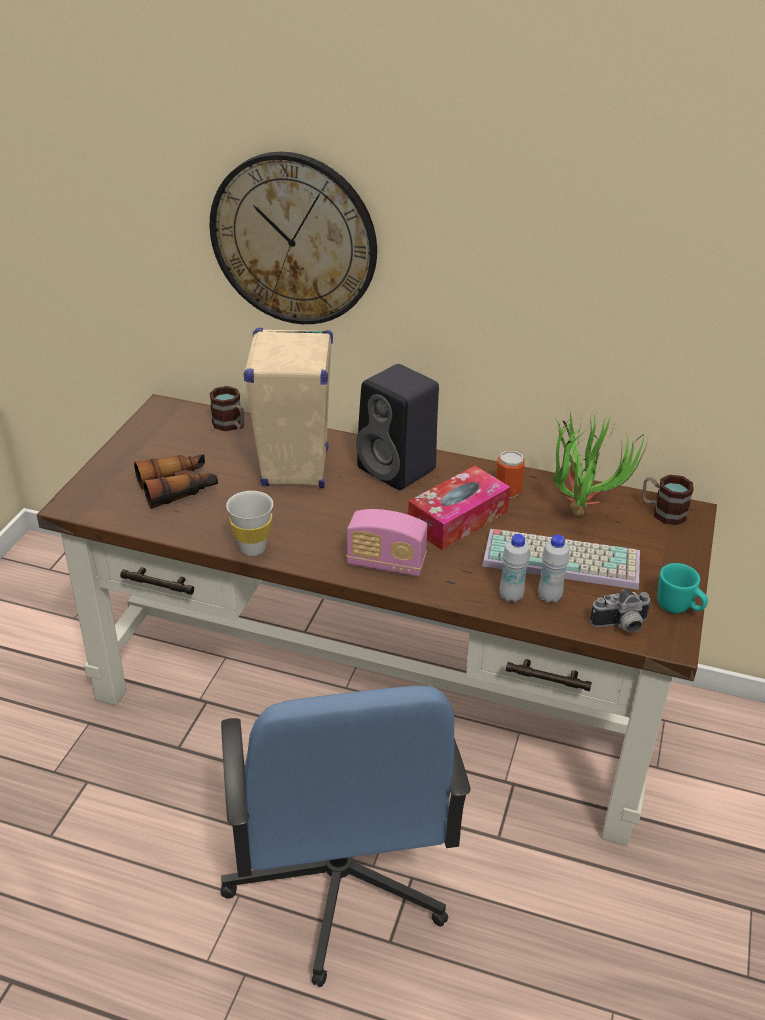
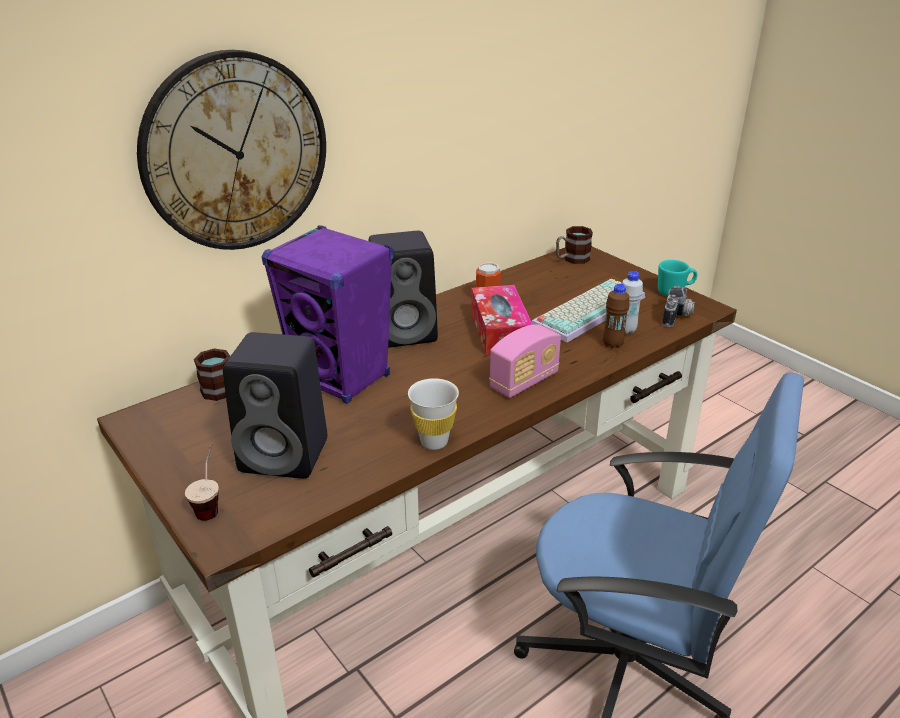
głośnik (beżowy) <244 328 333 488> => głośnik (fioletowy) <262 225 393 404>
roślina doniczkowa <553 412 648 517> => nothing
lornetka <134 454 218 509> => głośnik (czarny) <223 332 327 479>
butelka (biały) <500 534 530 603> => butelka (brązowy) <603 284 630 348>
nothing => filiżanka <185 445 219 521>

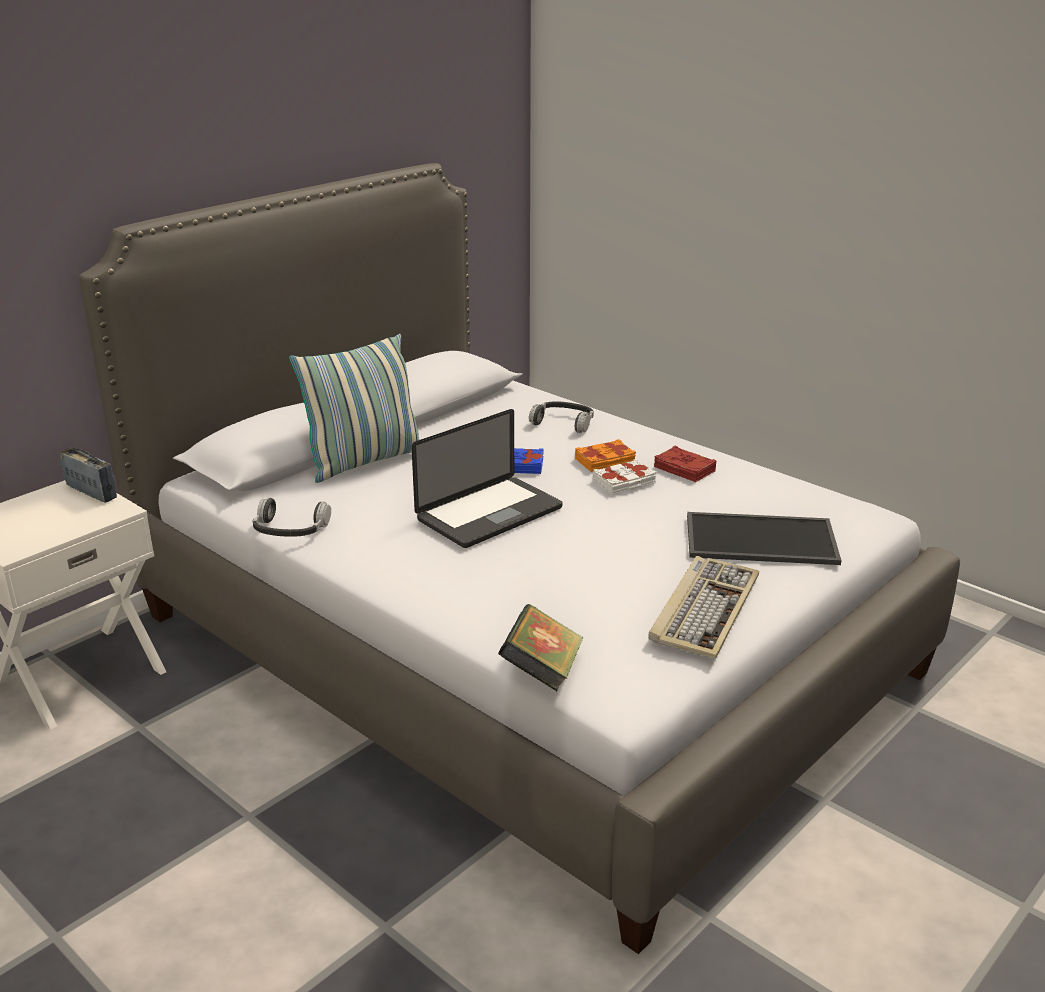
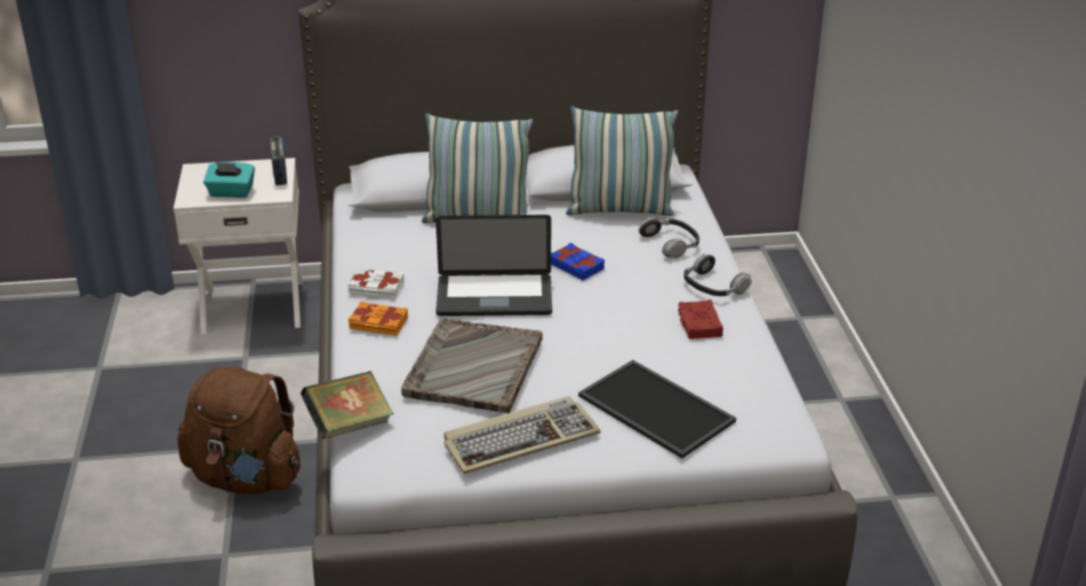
książka (pomarańczowy) <575 439 636 472> => książka (pomarańczowy) <348 301 408 336>, relocated
książka (biały) <593 459 656 495> => książka (biały) <348 268 404 299>, relocated
słuchawki <253 498 331 537> => słuchawki <684 254 751 296>, relocated
nothing => poduszka <566 106 678 216>
nothing => pudełko chusteczek (turkusowy) <203 162 255 198>
nothing => taca (szary) <401 318 543 413>
nothing => plecak (brązowy) <177 366 300 494>

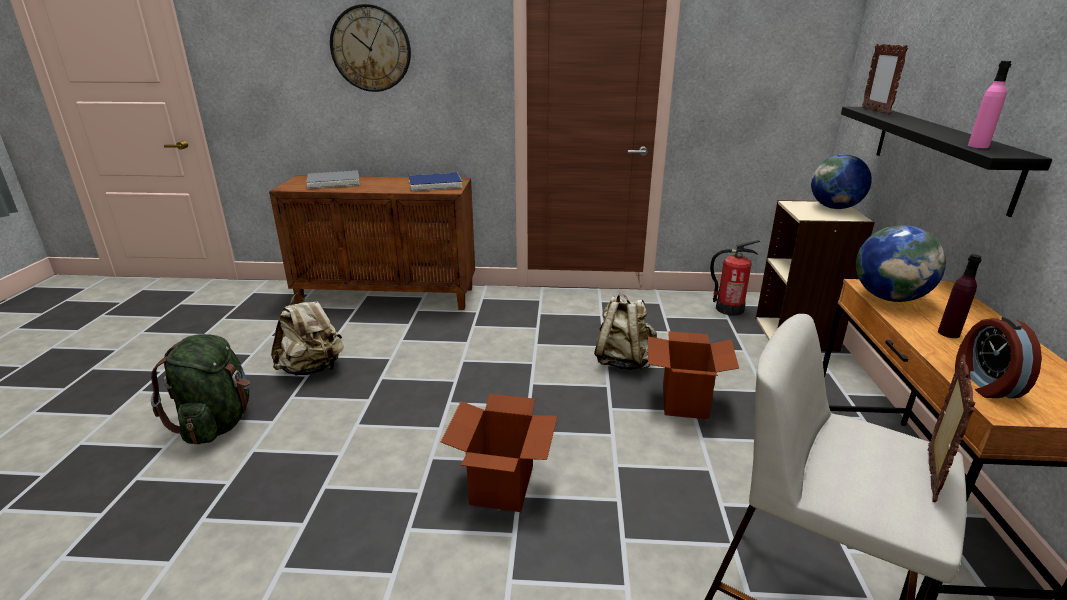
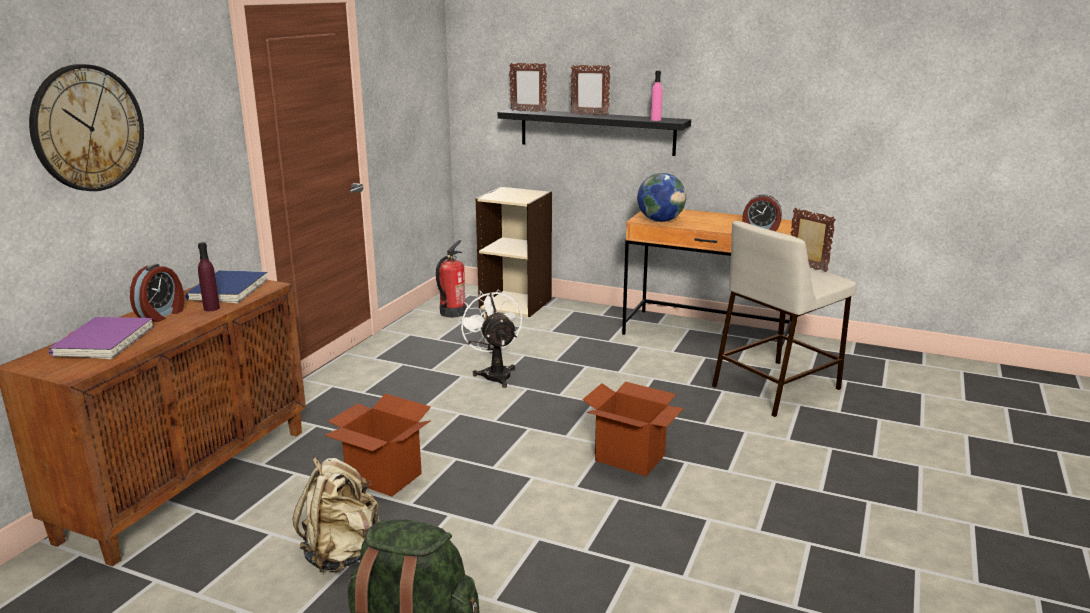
globus <811 154 872 209> => nothing
książka (szary) <306 170 360 189> => książka (fioletowy) <48 317 153 359>
butelka (fioletowy) <938 254 982 338> => butelka (fioletowy) <198 242 220 311>, relocated
plecak (beżowy) <594 293 657 370> => wentylator (biały) <458 289 522 388>
karton <648 331 739 420> => karton <324 394 431 497>, relocated
nothing => ramka na zdjęcie <571 65 611 116>
nothing => budzik <130 264 184 322>

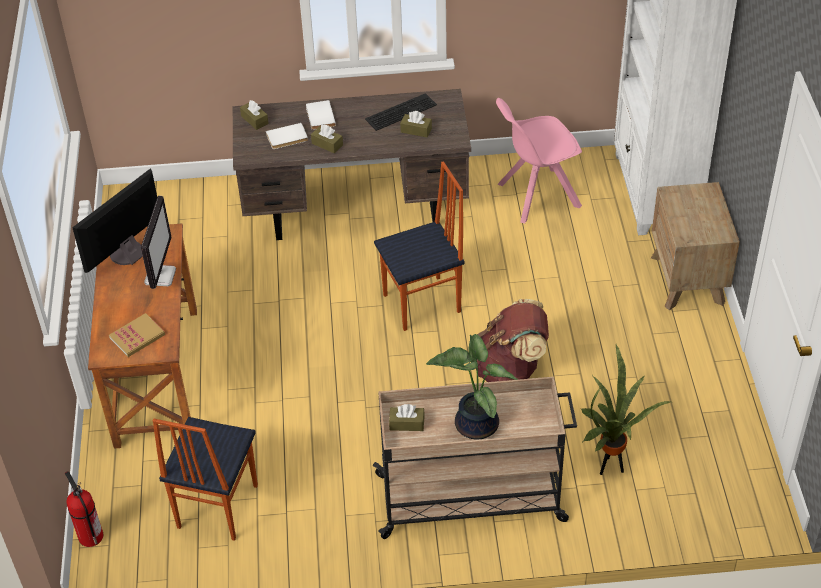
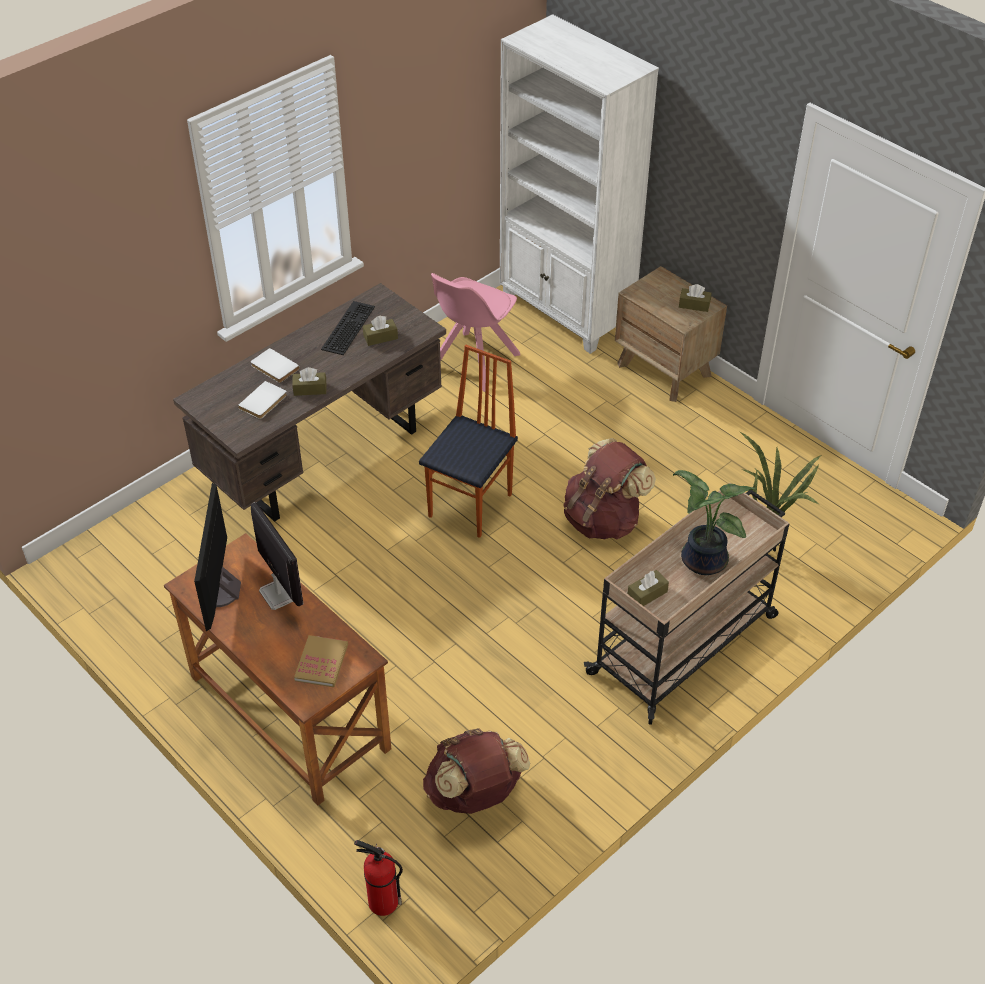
pudełko chusteczek (brązowy) <240 100 269 130> => pudełko chusteczek (brązowy) <679 284 711 312>, relocated
krzesło <153 417 258 541> => plecak (brązowy) <423 728 530 814>

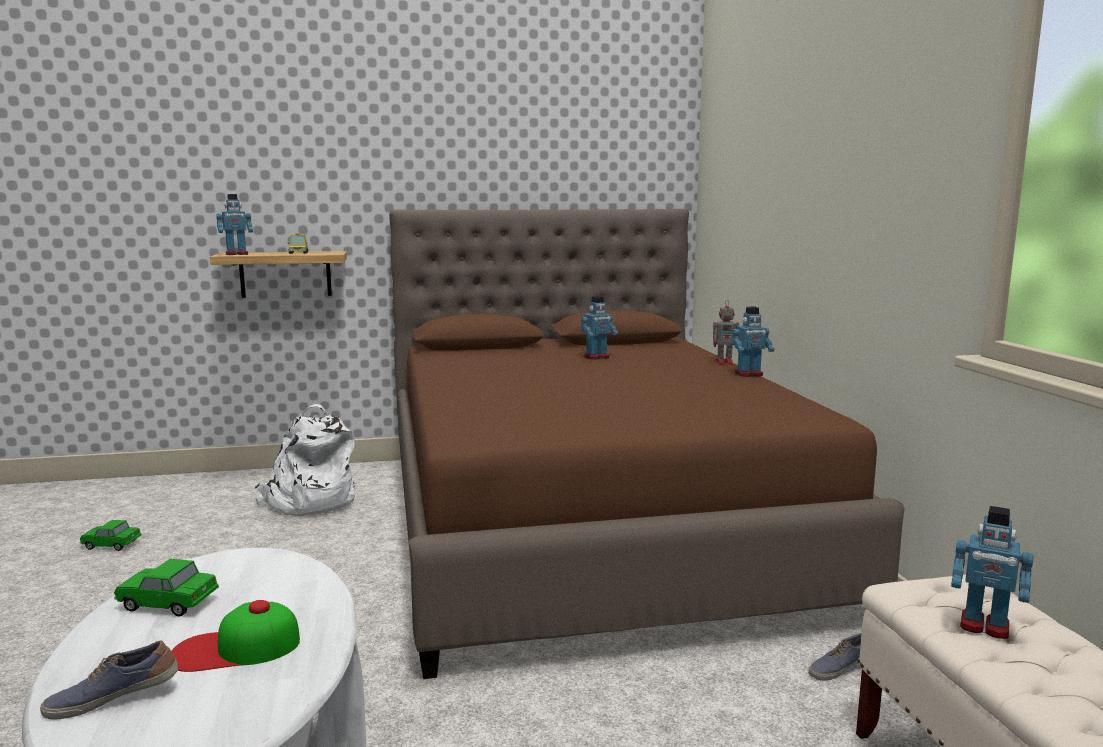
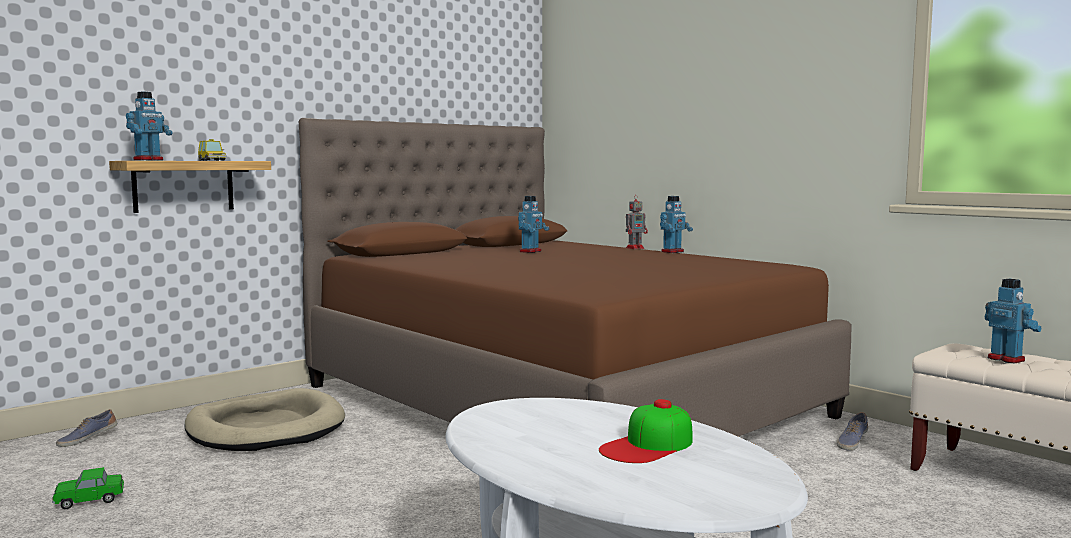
plecak (biały) <255 404 355 516> => legowisko (beżowy) <185 388 345 451>
robot zabawkowy <951 506 1034 639> => robot zabawkowy <985 279 1041 363>, 120 degrees counterclockwise
samochodzik <114 559 219 616> => nothing
but <40 640 178 720> => but <56 409 117 447>, relocated

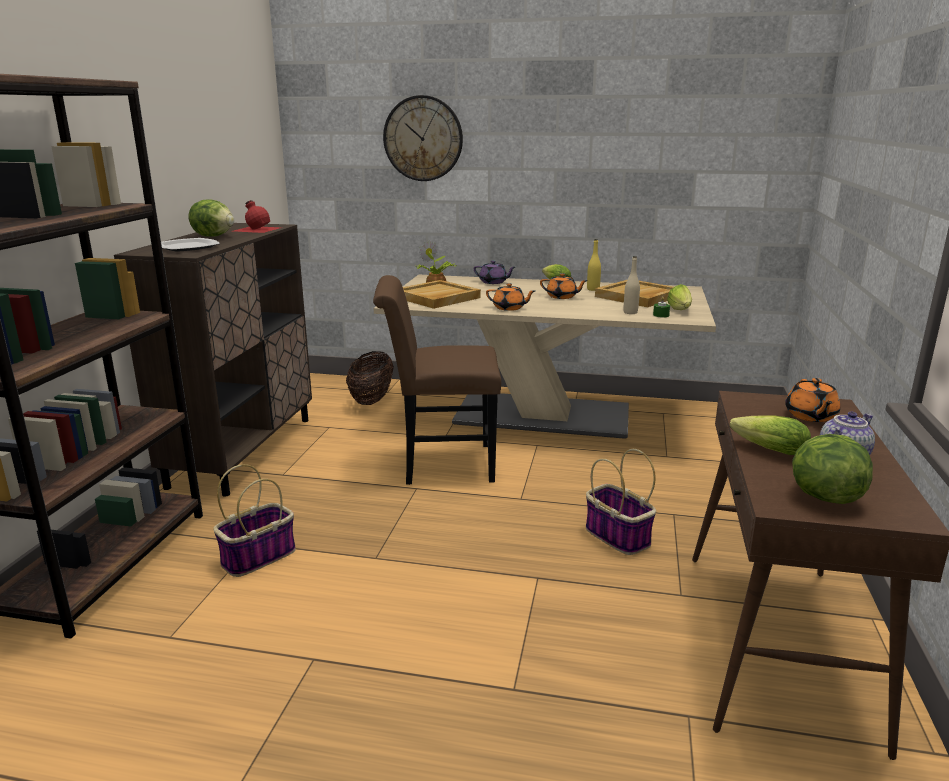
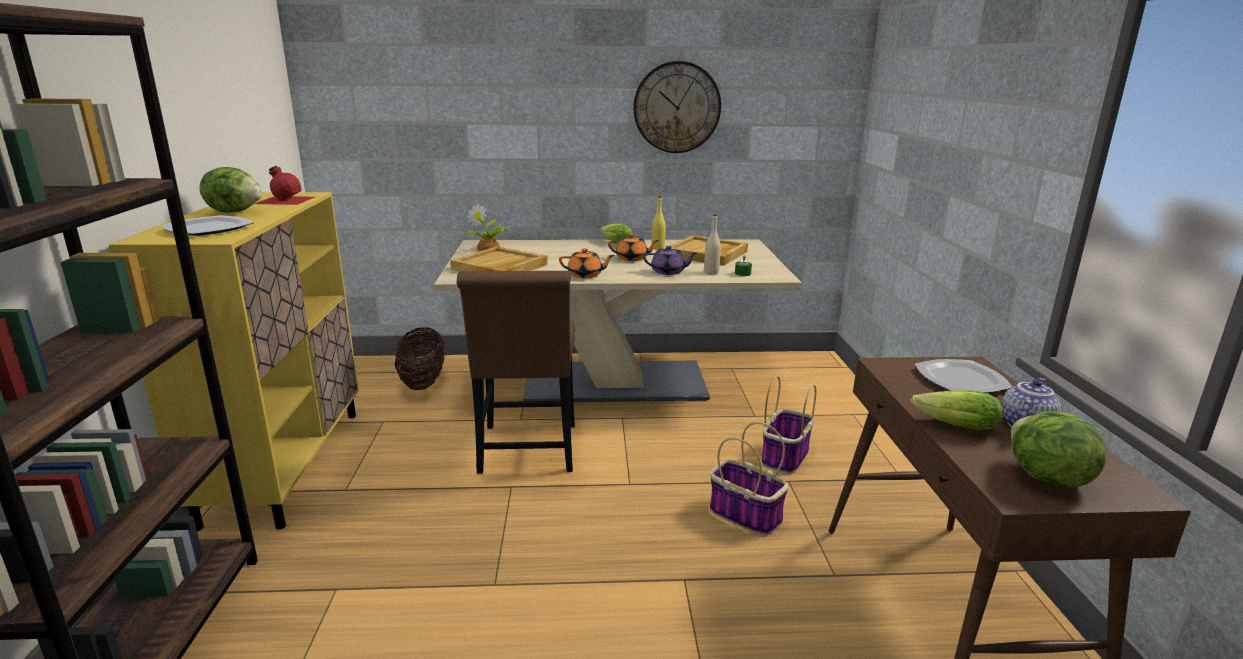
zegar ścienny <383 95 463 181> => zegar ścienny <633 61 721 153>, relocated
szafka (brązowy) <114 223 312 497> => szafka (żółty) <109 192 359 531>
imbryk (fioletowy) <474 260 515 284> => imbryk (fioletowy) <643 246 697 275>, relocated
krzesło (brązowy) <373 275 501 485> => krzesło (brązowy) <457 271 575 474>, 75 degrees counterclockwise
sałata <667 284 692 310> => nothing
imbryk (pomarańczowy) <785 378 840 422> => talerz <915 359 1012 393>
koszyk <213 464 296 577> => koszyk <761 376 816 474>, relocated

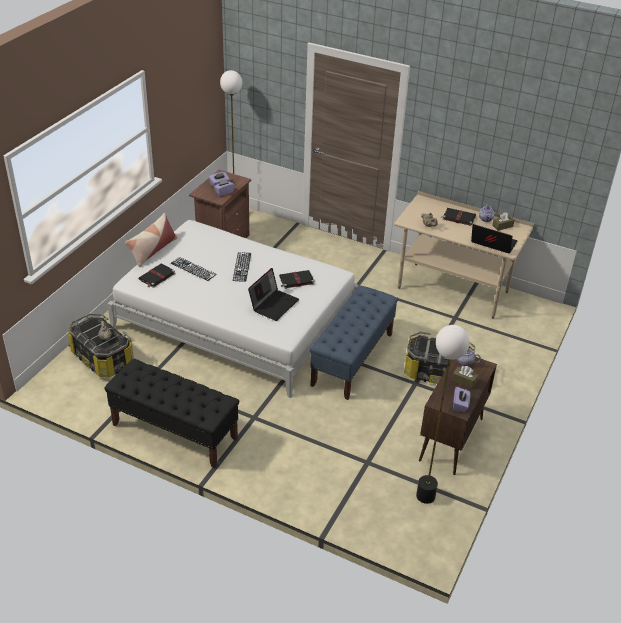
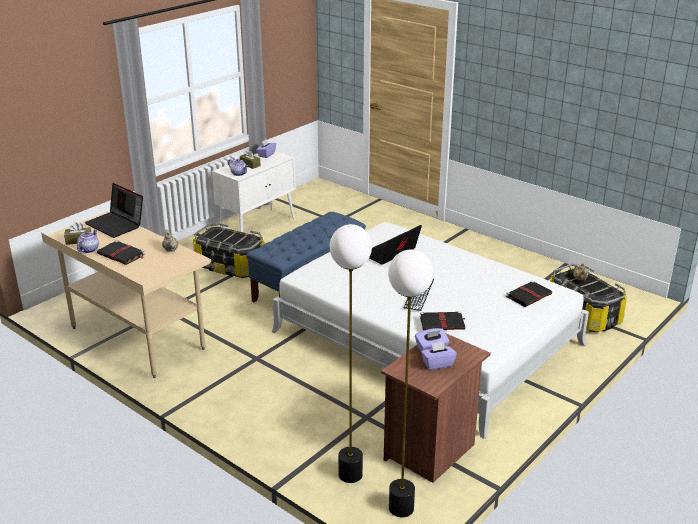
poduszka <125 213 178 267> => nothing
klawiatura <171 257 217 281> => nothing
książka (czarny) <279 270 314 289> => książka (czarny) <420 311 466 331>, relocated
lampa stojąca <416 325 470 504> => lampa stojąca <330 224 372 483>, relocated
szafka (brązowy) <419 357 497 475> => szafka (biały) <212 151 296 232>
ławka (czarny) <104 359 239 468> => nothing

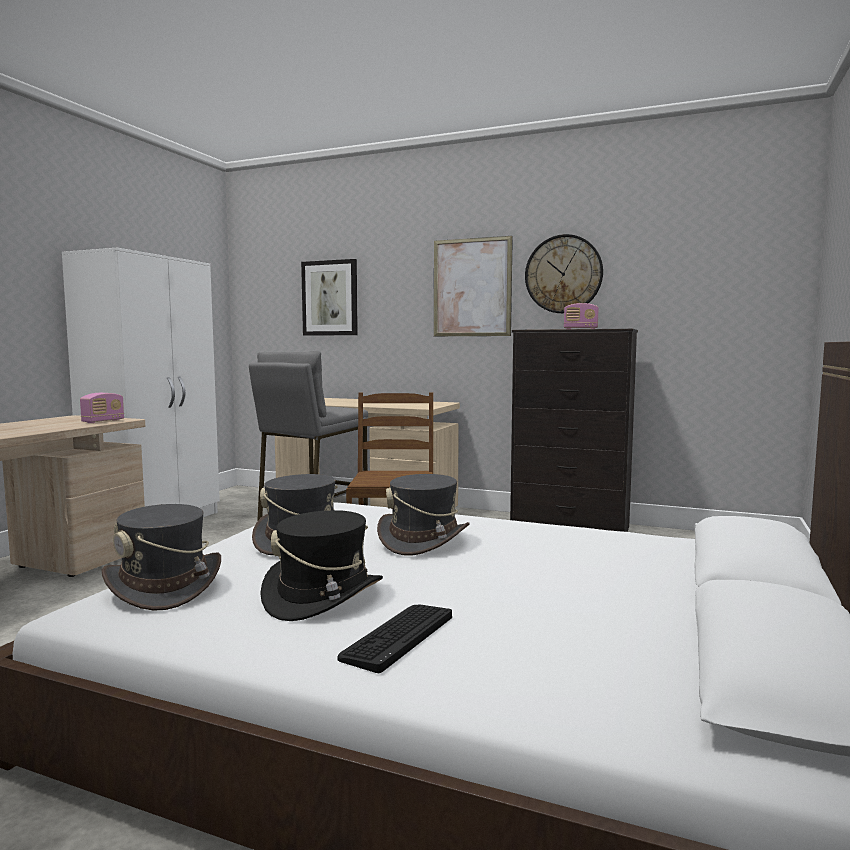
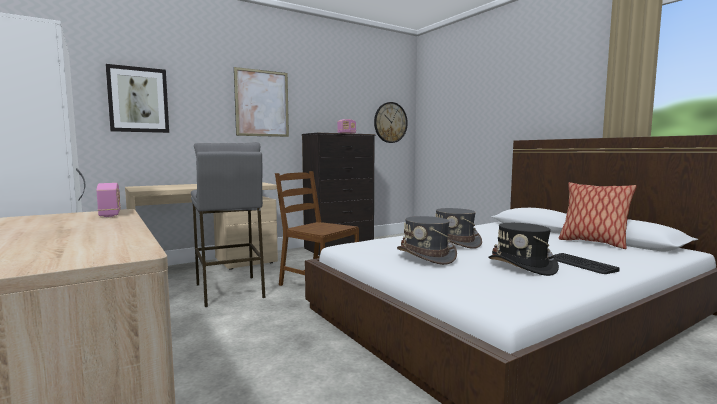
zegar ścienny <525 234 603 313> => zegar ścienny <374 102 408 143>, relocated
kapelusz (szary) <102 504 221 611> => nothing
nothing => poduszka <559 182 637 249>

